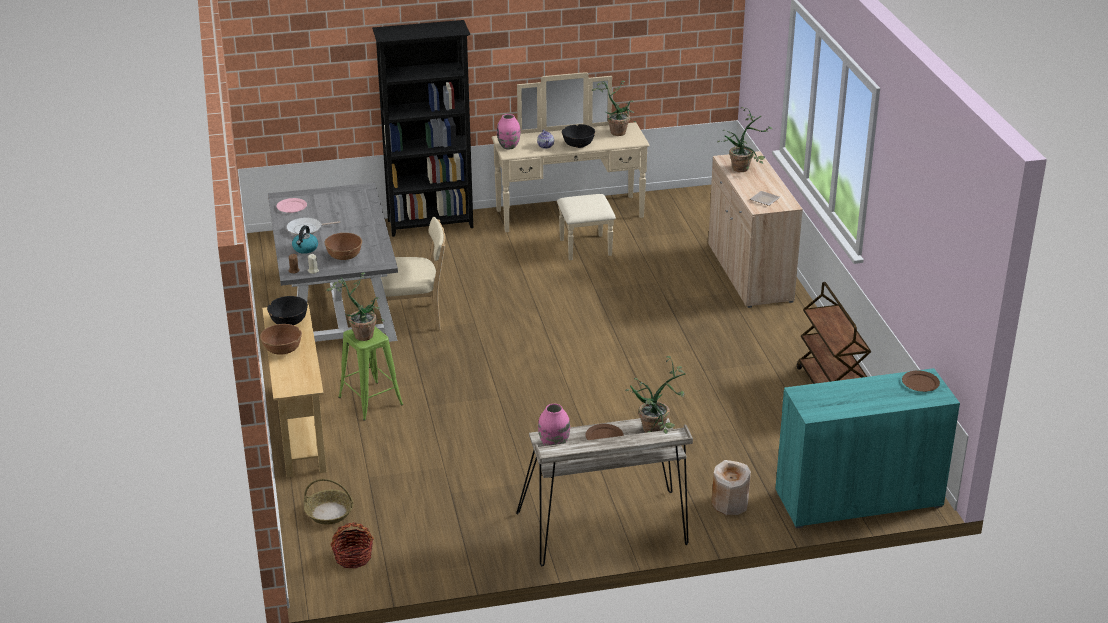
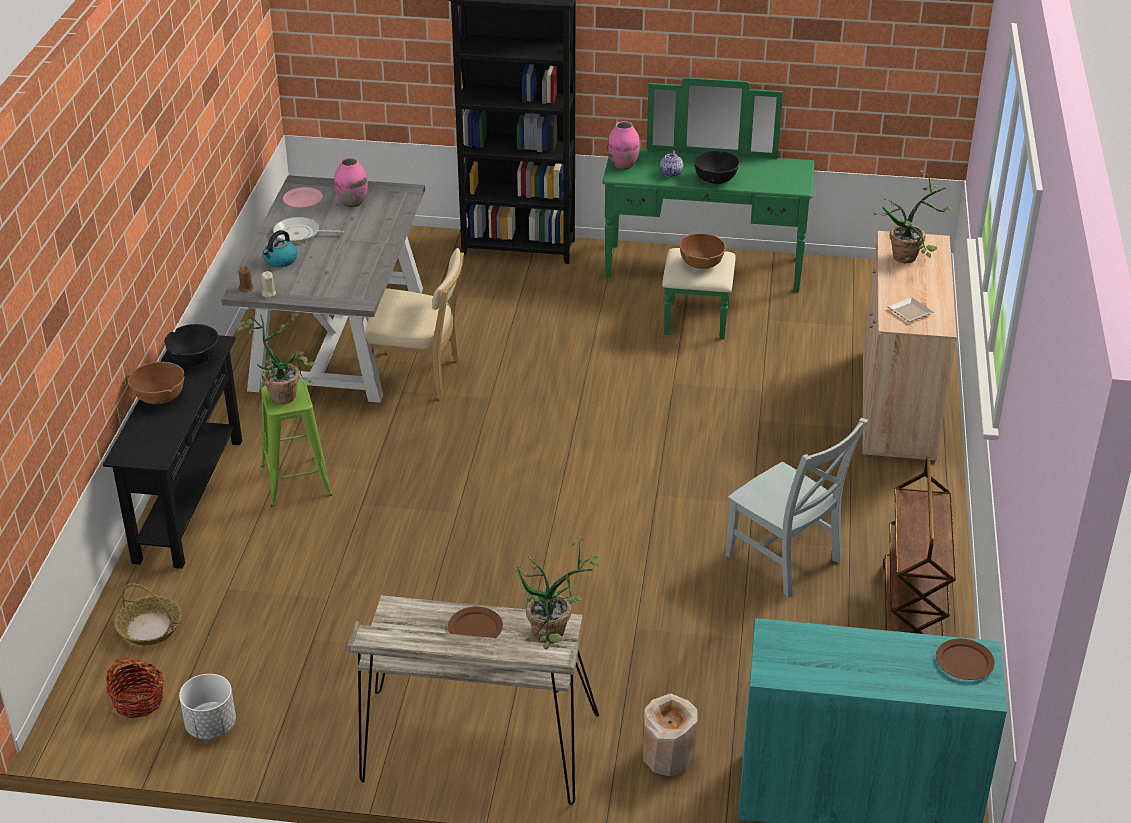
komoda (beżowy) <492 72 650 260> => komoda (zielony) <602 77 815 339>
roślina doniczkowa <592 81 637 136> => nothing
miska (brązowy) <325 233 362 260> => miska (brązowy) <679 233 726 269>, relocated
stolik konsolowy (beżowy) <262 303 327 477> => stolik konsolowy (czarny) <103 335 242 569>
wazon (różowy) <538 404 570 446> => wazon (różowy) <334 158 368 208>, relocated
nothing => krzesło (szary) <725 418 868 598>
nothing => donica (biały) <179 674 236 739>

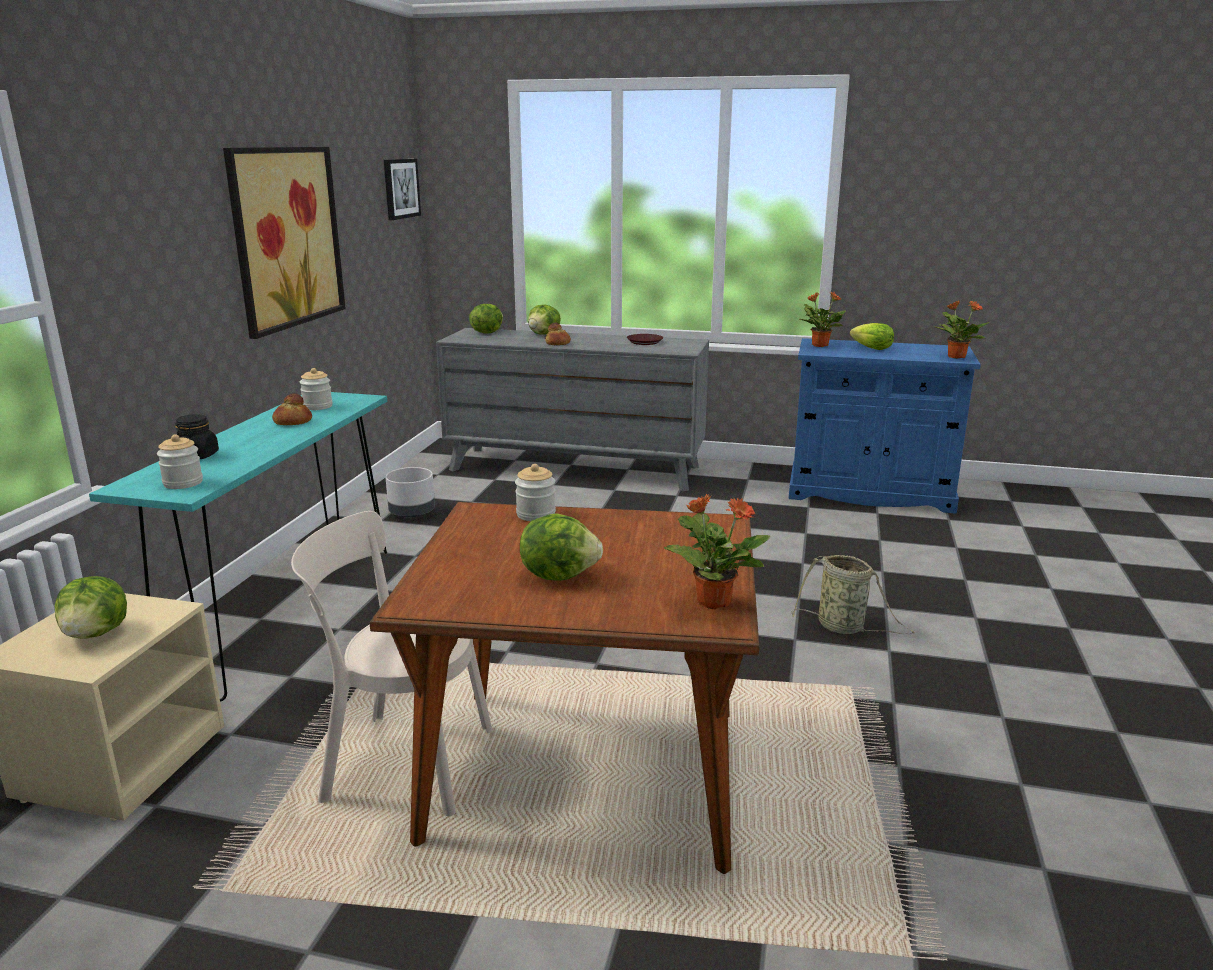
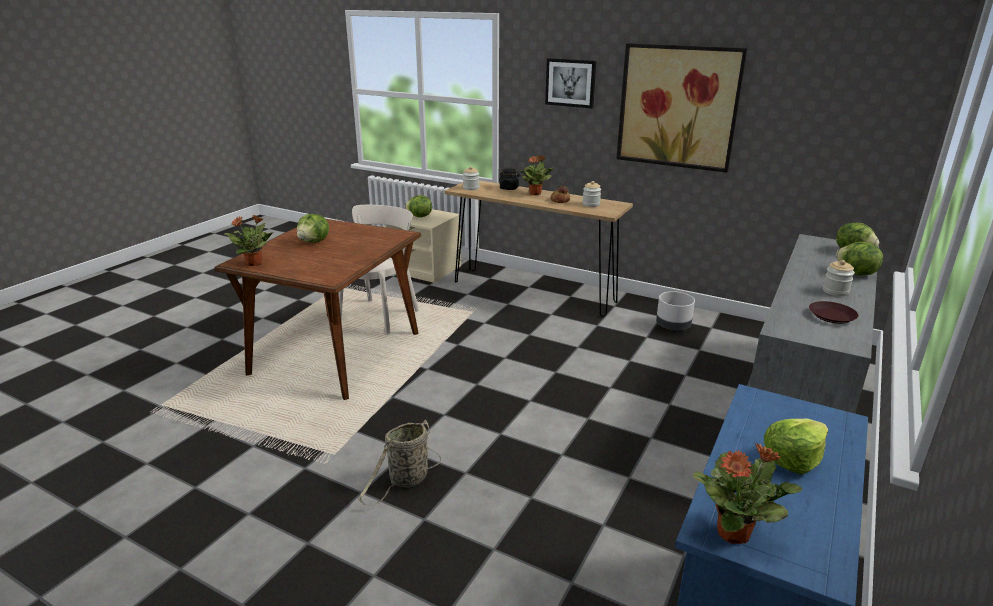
obraz <384 159 421 220> => obraz <545 58 596 108>, relocated
roślina doniczkowa <800 292 846 347> => roślina doniczkowa <519 155 554 195>, relocated
chleb <545 322 571 345> => nothing
stolik konsolowy (turkusowy) <89 392 387 702> => stolik konsolowy (brązowy) <444 180 633 317>
słoik <515 464 556 521> => słoik <823 260 855 296>, relocated

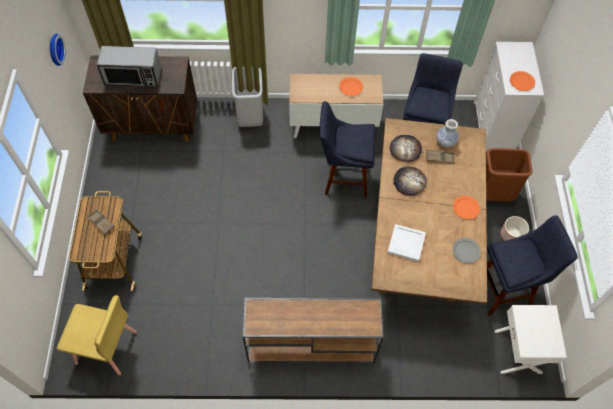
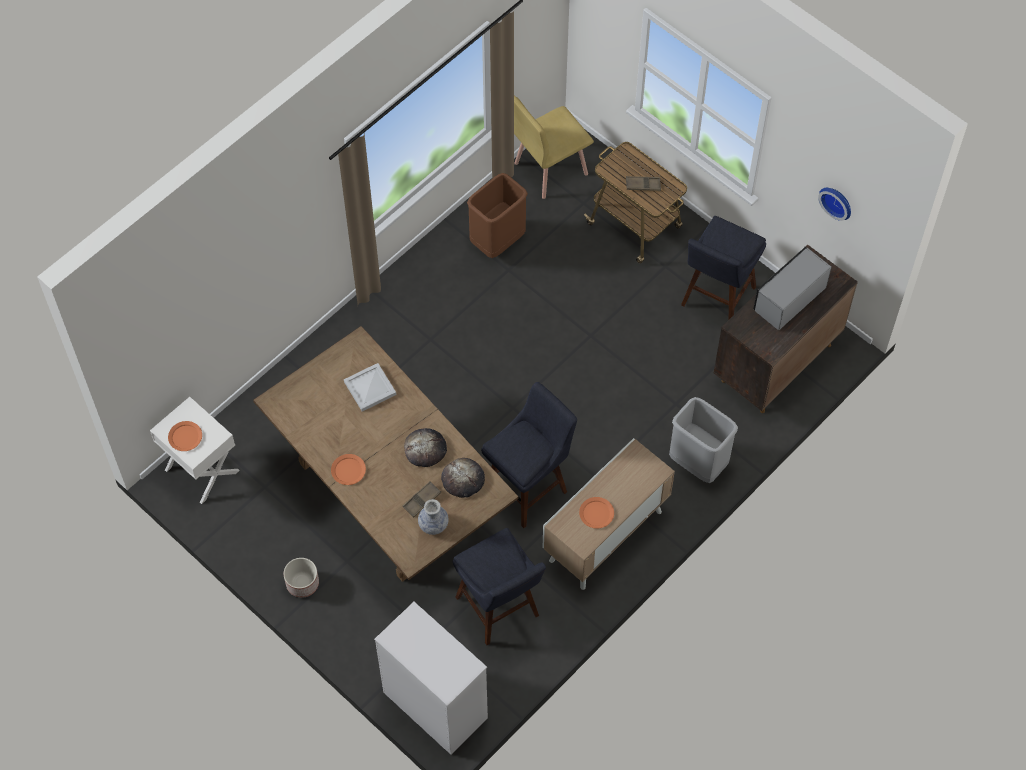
talerz (pomarańczowy) <510 71 535 91> => talerz (pomarańczowy) <168 421 202 451>, relocated
kosz na śmieci (brązowy) <486 148 533 201> => kosz na śmieci (brązowy) <467 173 528 258>, relocated
stołek (niebieski) <487 215 578 316> => stołek (niebieski) <681 216 766 319>, relocated
talerz (szary) <453 238 481 263> => nothing
stolik konsolowy (brązowy) <243 298 384 363> => nothing

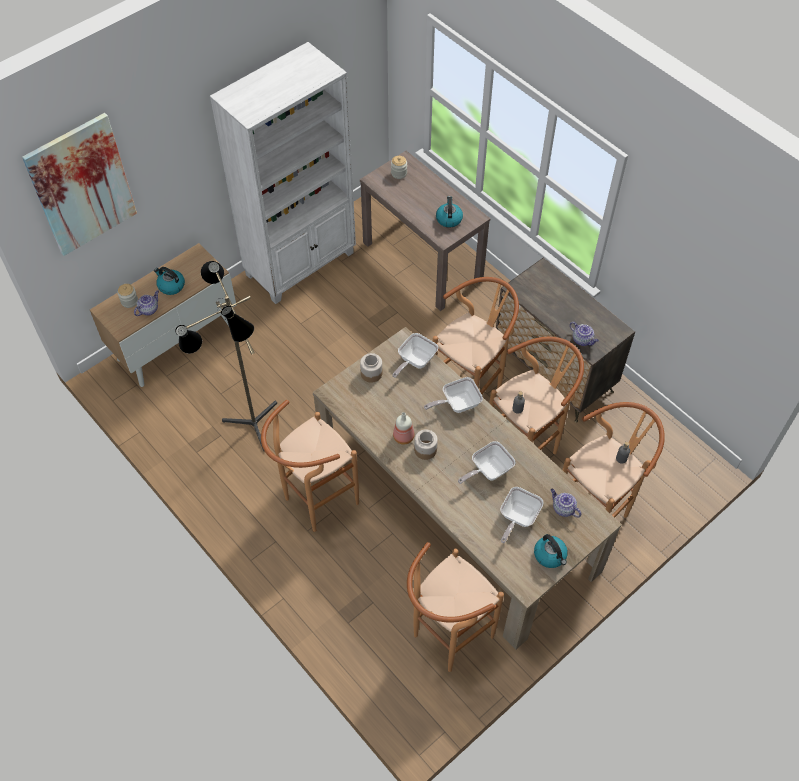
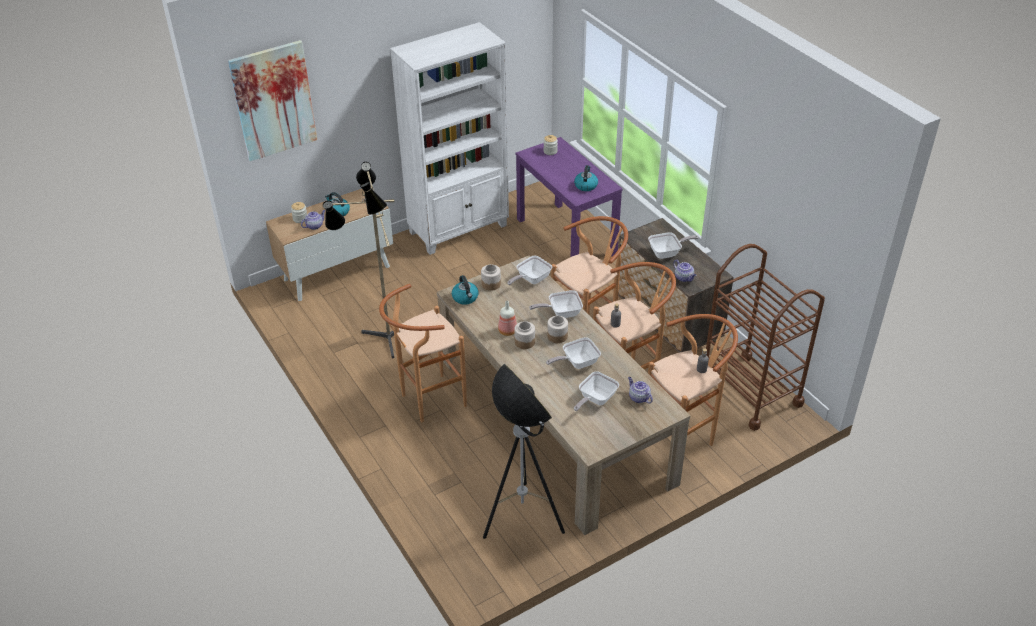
stolik konsolowy (brązowy) <360 151 490 311> => stolik konsolowy (fioletowy) <516 137 623 257>
czajnik <534 534 568 568> => czajnik <452 275 478 305>, relocated
stołek (brązowy) <407 542 504 672> => lampa stojąca <483 364 565 539>
nothing => patelnia <648 232 698 259>
nothing => wózek (brązowy) <706 244 825 431>
nothing => słoik <547 316 568 343>

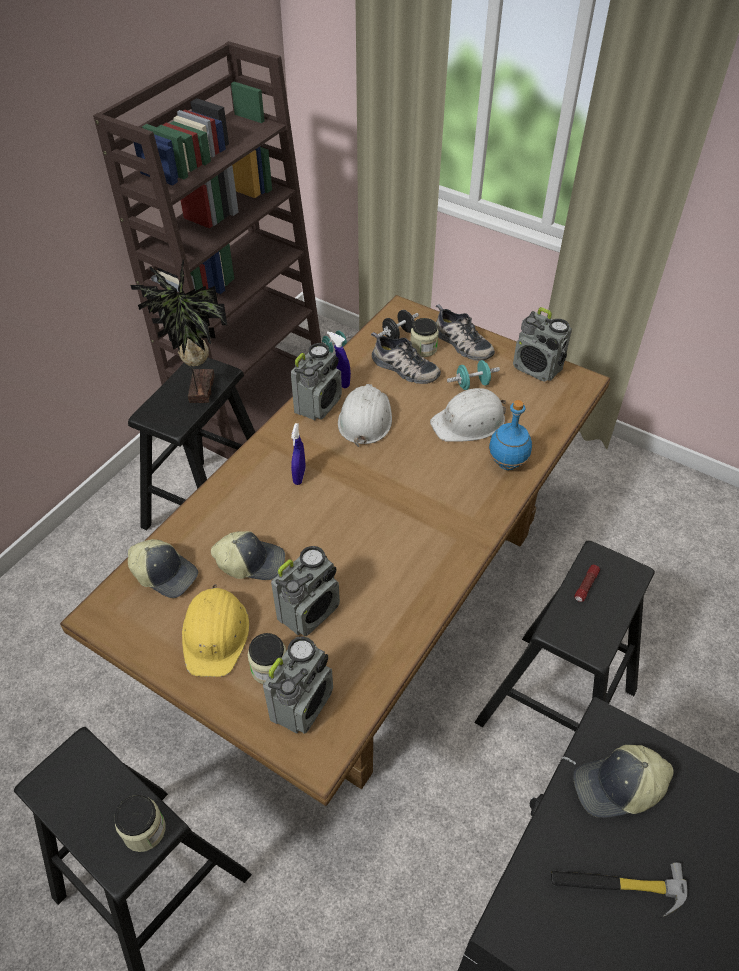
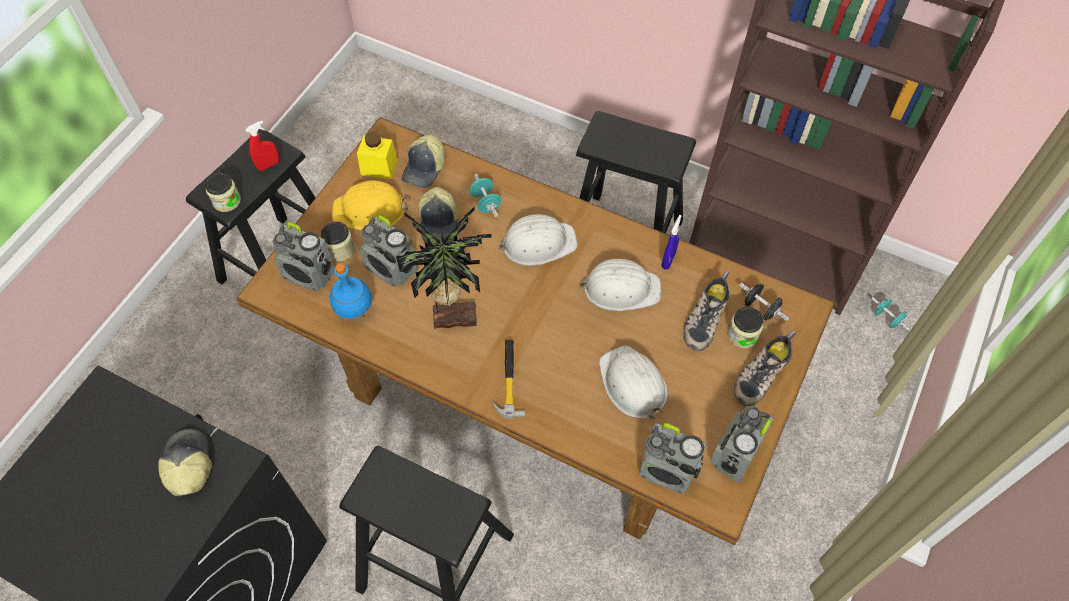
roślina doniczkowa <130 259 227 403> => roślina doniczkowa <396 207 492 329>, relocated
radio <291 343 342 420> => radio <639 423 706 494>, relocated
hantel (turkusowy) <447 360 500 390> => hantel (turkusowy) <469 174 501 217>, relocated
butelka (niebieski) <488 400 532 470> => butelka (niebieski) <330 263 373 320>, relocated
spryskiwacz (niebieski) <291 423 305 485> => kask (biały) <499 214 578 266>
latarka <574 565 600 602> => nothing
młotek <551 862 688 917> => młotek <492 339 525 419>, relocated
nothing => spryskiwacz (czerwony) <246 121 279 171>
nothing => słoik (żółty) <357 132 398 180>

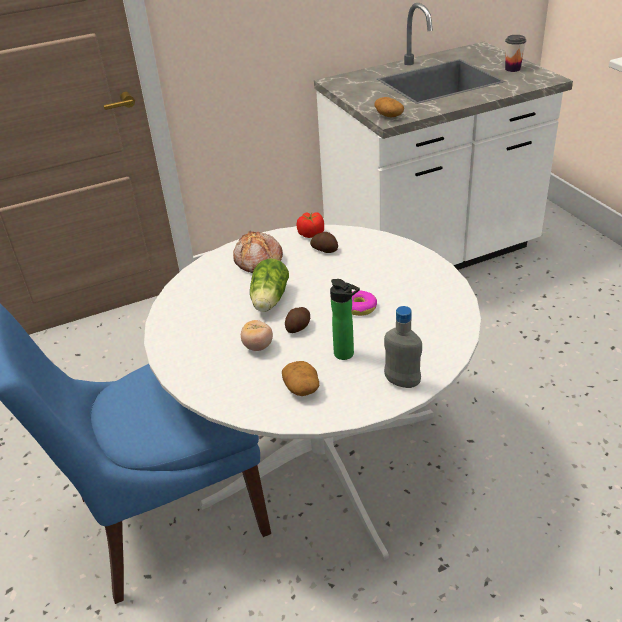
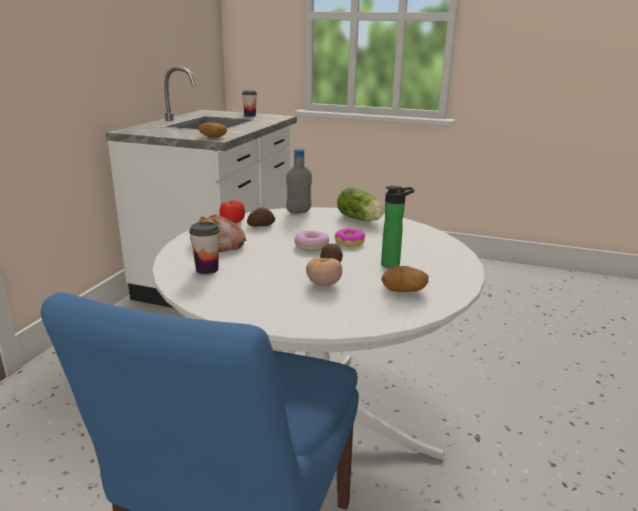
sałata <250 259 289 312> => sałata <337 187 384 221>, relocated
butelka (szary) <384 306 422 388> => butelka (szary) <286 149 312 213>, relocated
nothing => filiżanka <189 222 220 274>
nothing => donut <295 230 329 251>

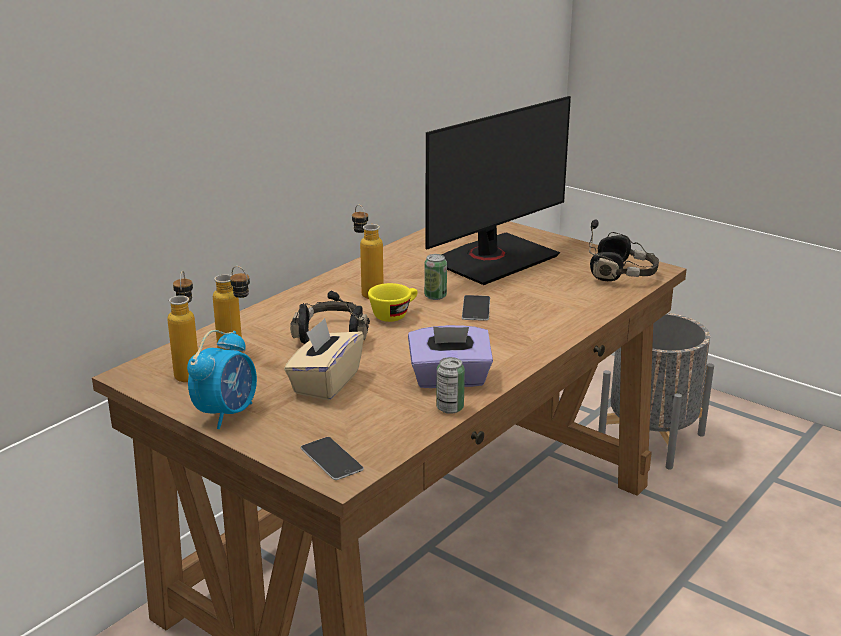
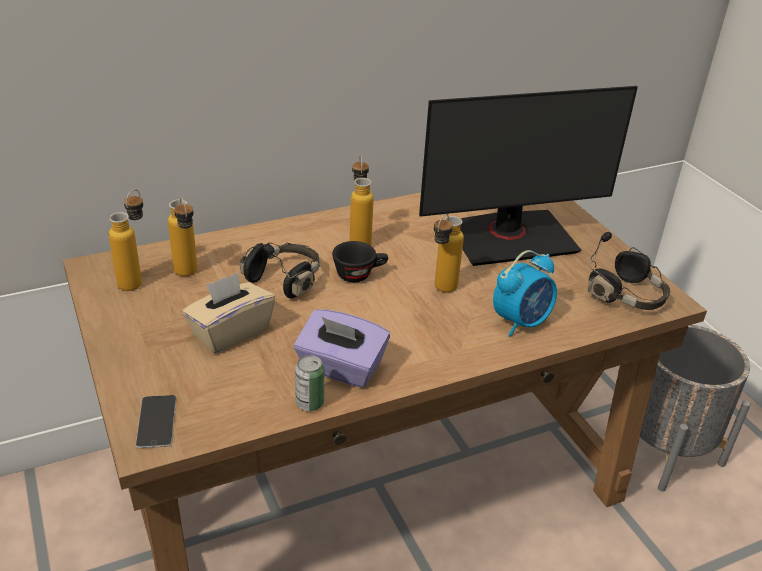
puszka <424 254 447 300> => nothing
filiżanka (żółty) <368 283 418 322> => filiżanka (czarny) <332 241 388 282>
telefon <462 295 490 321> => butelka <434 213 464 293>
budzik <187 330 257 429> => budzik <493 250 557 337>, relocated

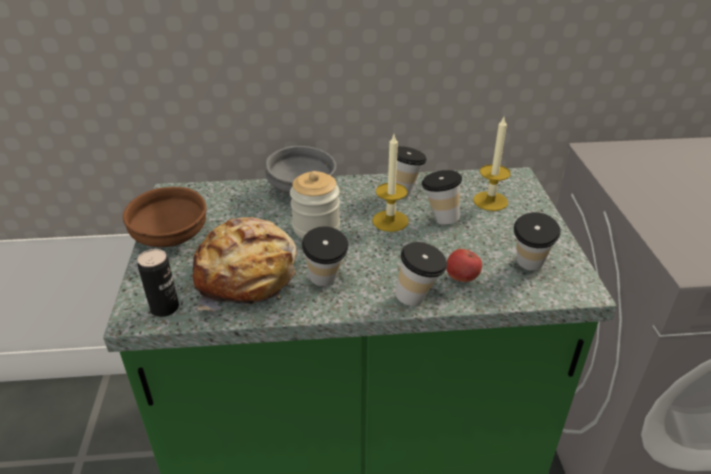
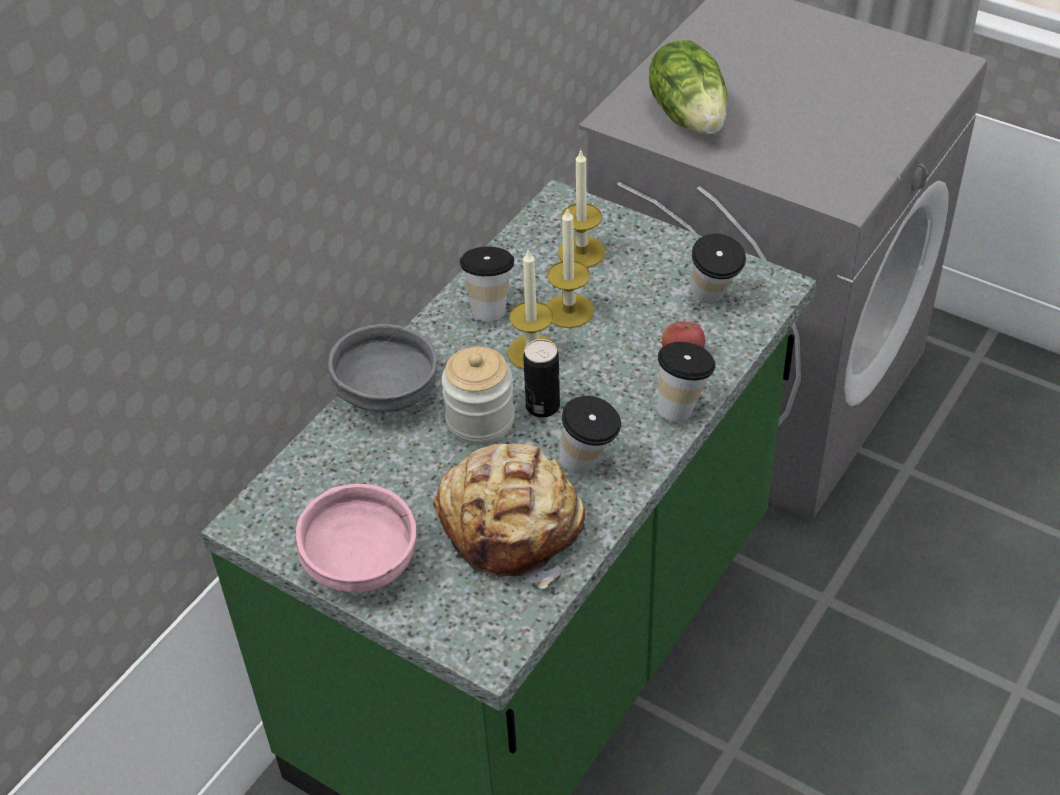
filiżanka <422 170 462 225> => świeca <546 207 594 328>
miska (brązowy) <123 187 207 247> => miska (różowy) <296 484 417 592>
puszka <137 249 179 317> => puszka <523 339 560 417>, relocated
nothing => sałata <649 40 728 135>

